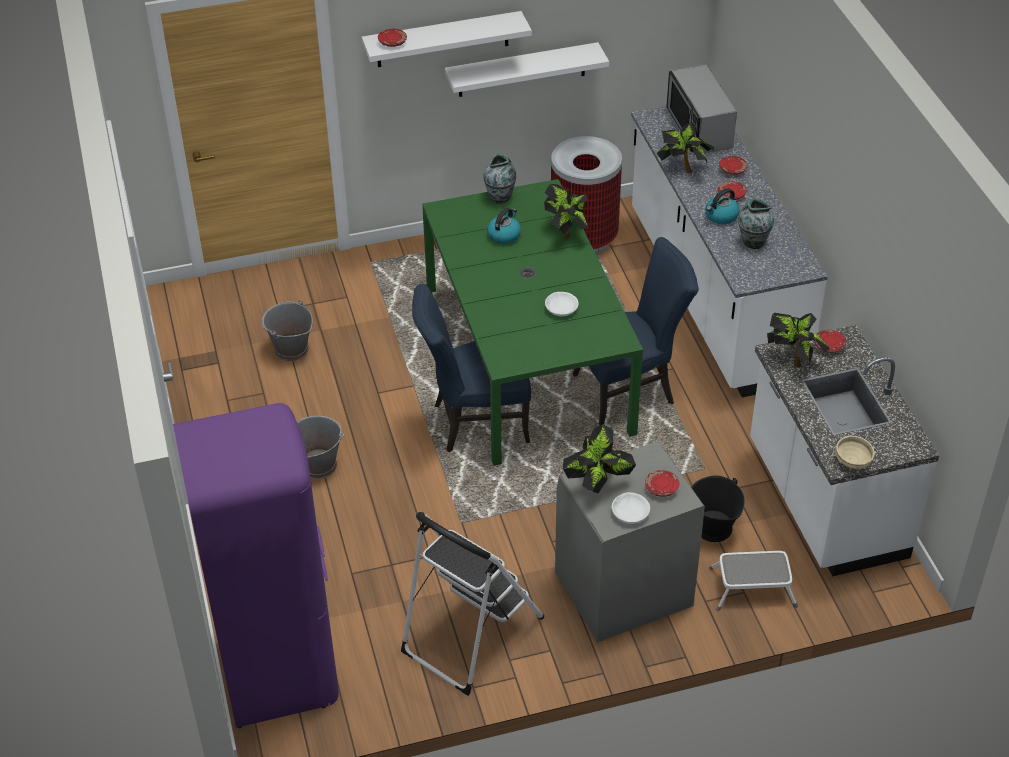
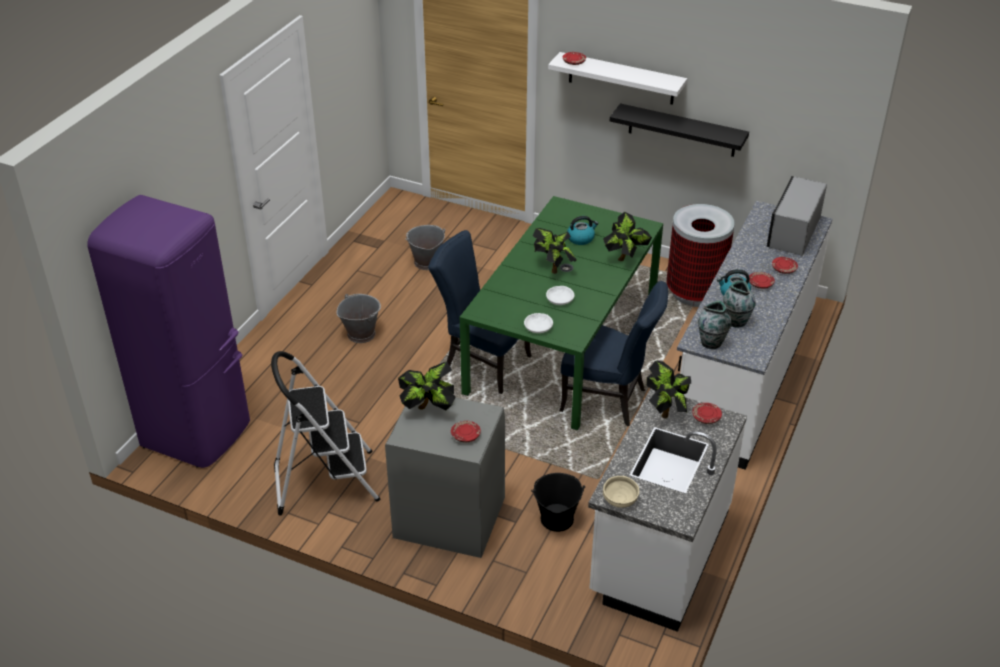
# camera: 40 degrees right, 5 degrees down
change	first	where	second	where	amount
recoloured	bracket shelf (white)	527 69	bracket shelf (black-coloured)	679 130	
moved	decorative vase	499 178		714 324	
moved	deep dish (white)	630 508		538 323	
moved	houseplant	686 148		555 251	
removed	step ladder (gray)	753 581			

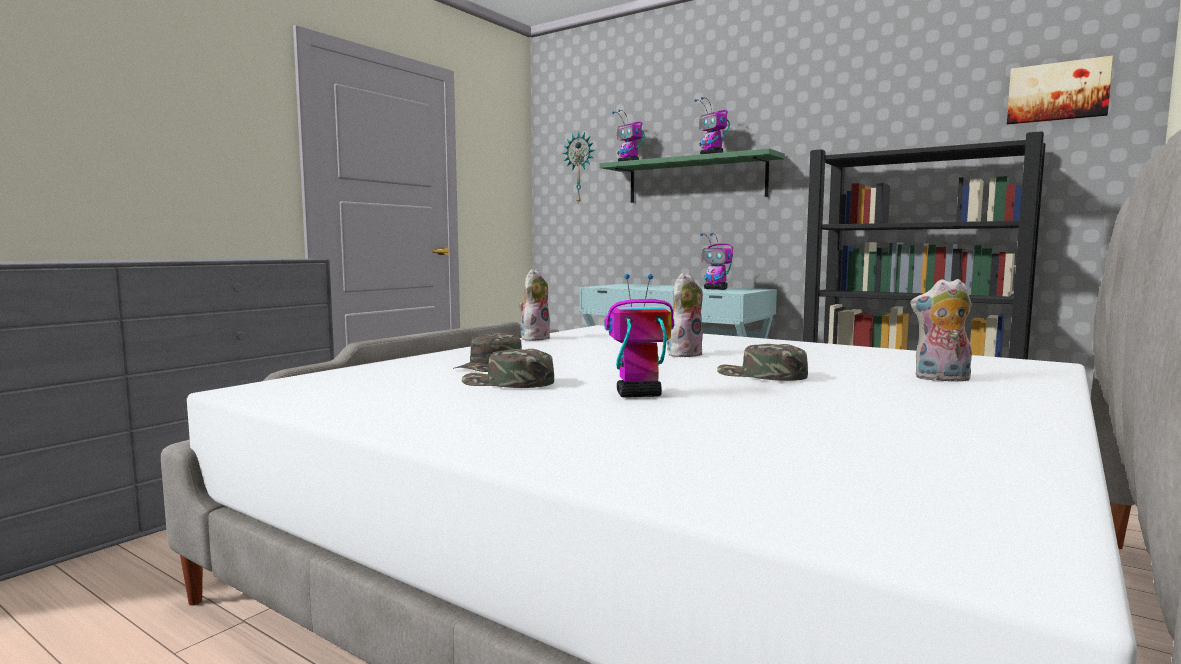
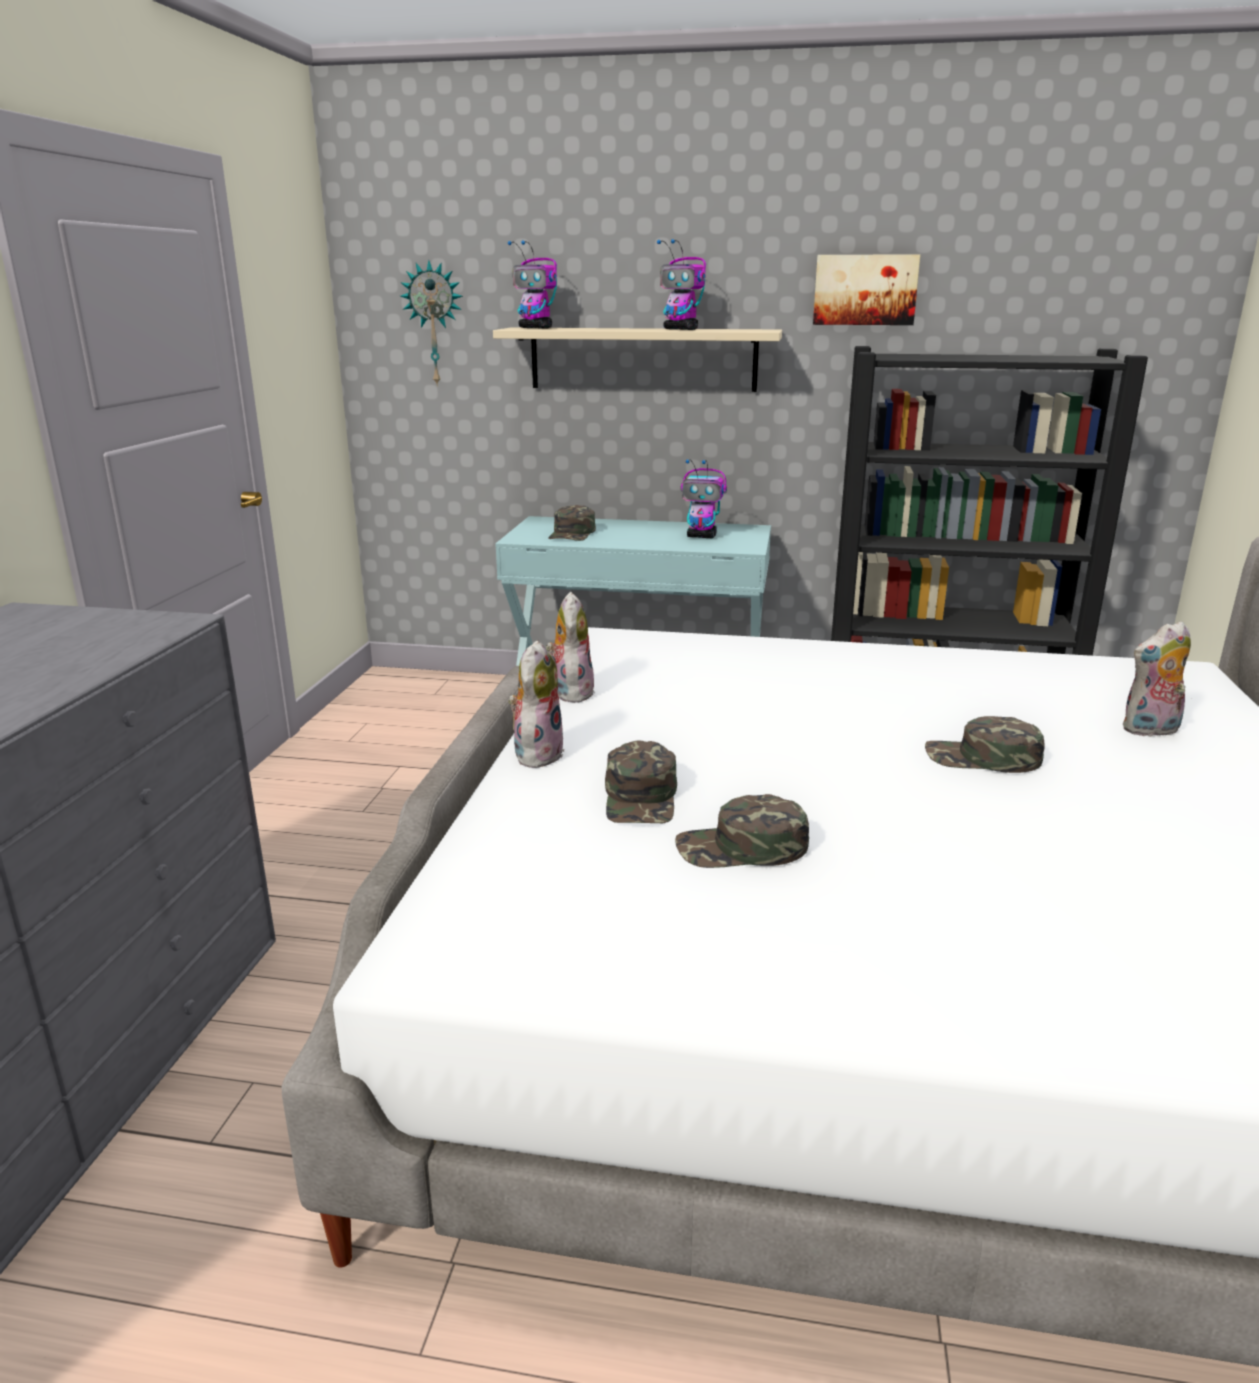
# camera: 25 degrees left, 15 degrees up
change	first	where	second	where	amount
recoloured	bracket shelf (greenish)	692 175	bracket shelf (sand-coloured)	637 359	
removed	robot figure	639 335			
moved	plush toy	685 315		536 704	
moved	wall picture	1060 90		866 289	
added			baseball cap (greenish)	572 523	

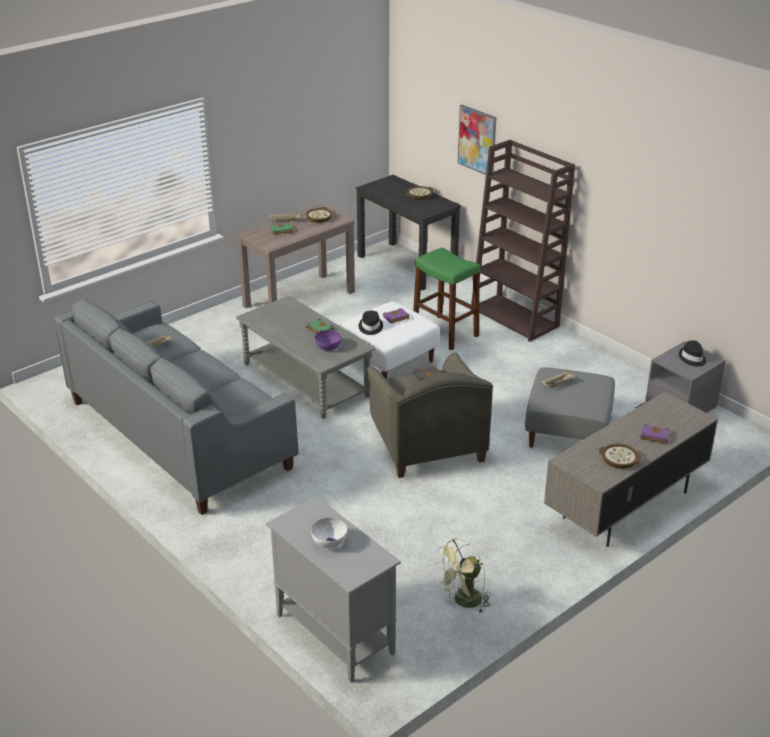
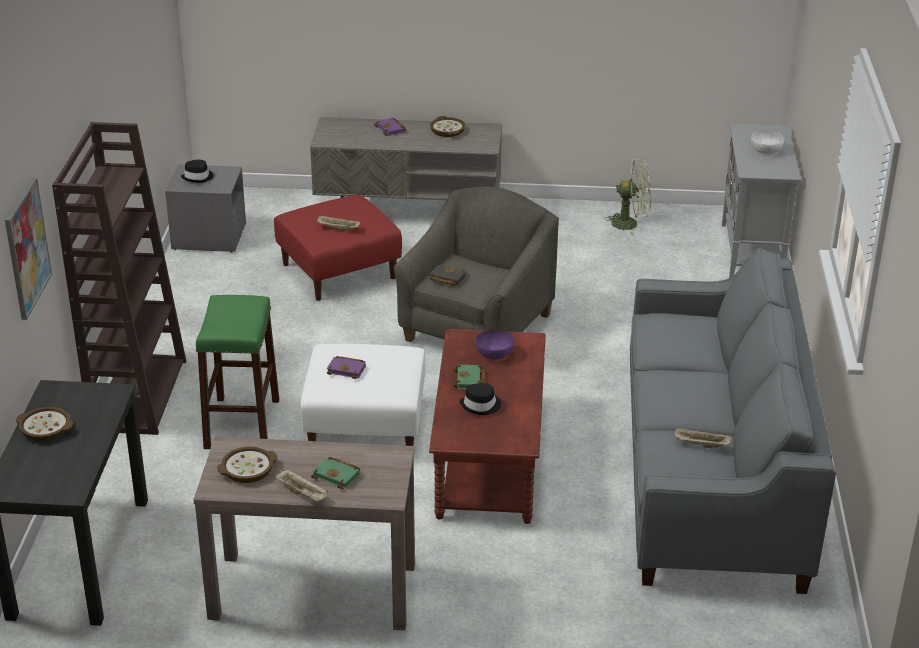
# camera: 135 degrees left, 0 degrees up
change	first	where	second	where	amount
recoloured	lounge table (gray)	306 357	lounge table (brownish)	487 426	
moved	wearable hat (black-coloured)	371 323		480 399	
recoloured	ottoman (gray)	570 408	ottoman (red-coloured)	338 248	

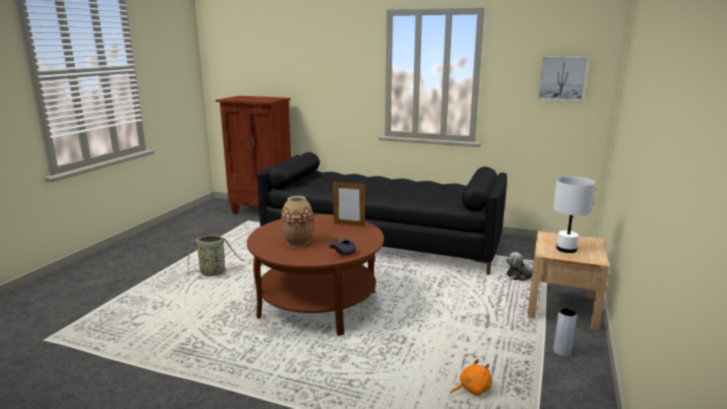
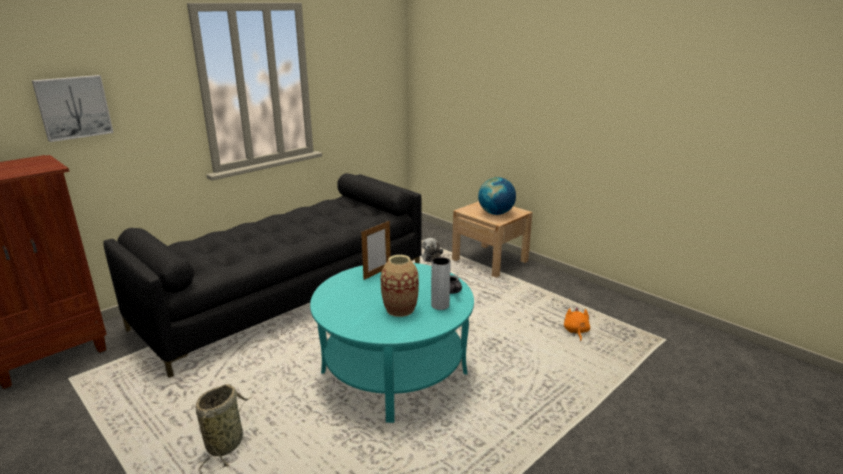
# camera: 65 degrees left, 5 degrees up
change	first	where	second	where	amount
recoloured	lounge table (brownish)	315 275	lounge table (turquoise-coloured)	392 343	
moved	wall picture	563 78		72 108	
replaced	tabletop lamp (white)	574 214	desk globe	497 196	
moved	decorative vase (gray)	565 332		441 283	

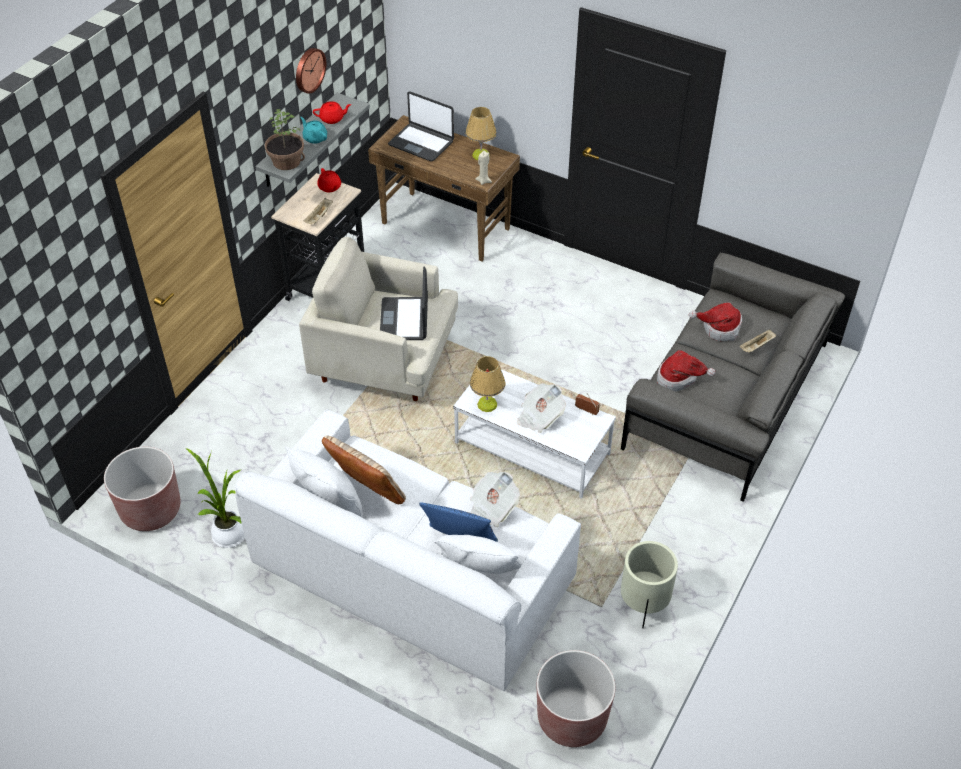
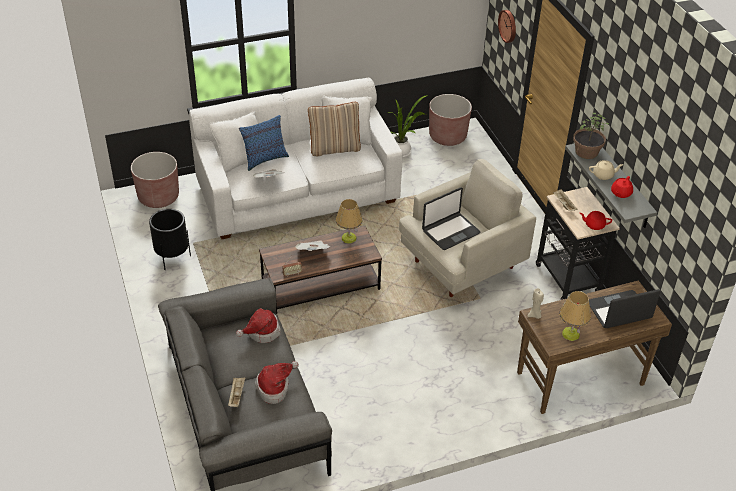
# camera: 130 degrees right, 5 degrees down
change	first	where	second	where	amount
moved	wall clock	311 71		507 26	
recoloured	pot for tea (turquoise-coloured)	313 130	pot for tea (sand-coloured)	606 170	
turned	portable computer	404 303		451 218	105 degrees clockwise
recoloured	lounge table (white)	534 434	lounge table (brownish)	320 270	
recoloured	planter (sand-coloured)	649 584	planter (black-coloured)	170 239	

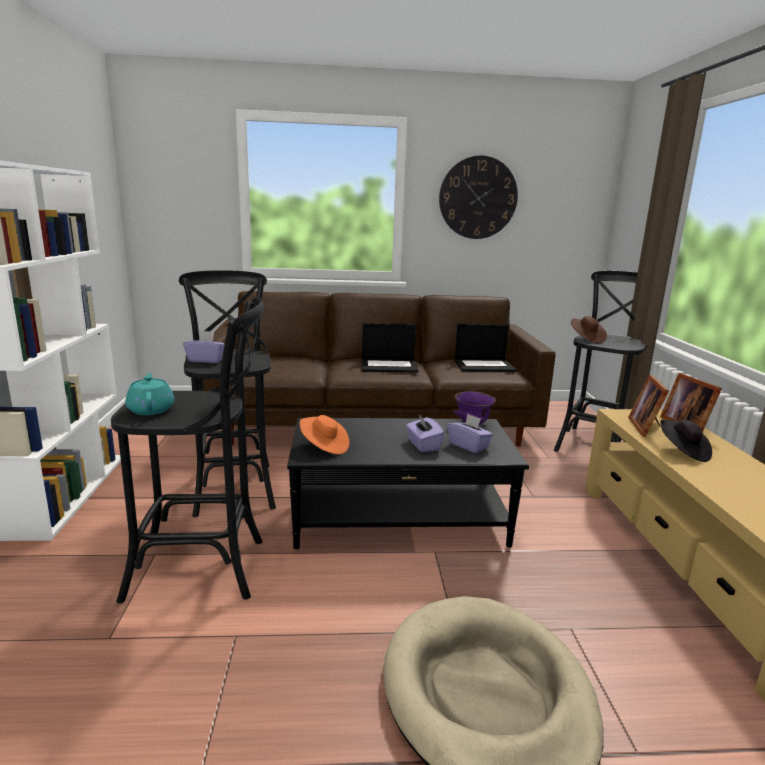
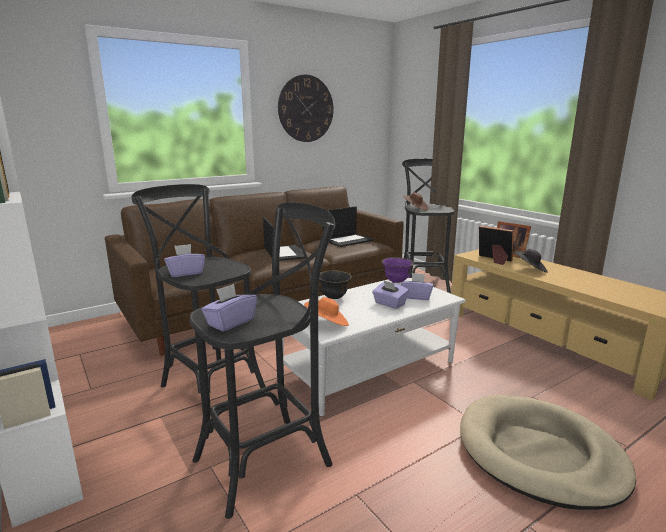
# camera: 30 degrees left, 0 degrees up
change	first	where	second	where	amount
replaced	pot for tea (turquoise-coloured)	149 394	tissue holder (purple-coloured)	229 307	
recoloured	lounge table (black-coloured)	408 484	lounge table (white)	374 347	
turned	portable computer	390 348		284 239	75 degrees counterclockwise
turned	standing frame	648 406		496 245	150 degrees clockwise
added			deep dish (black-coloured)	335 285	

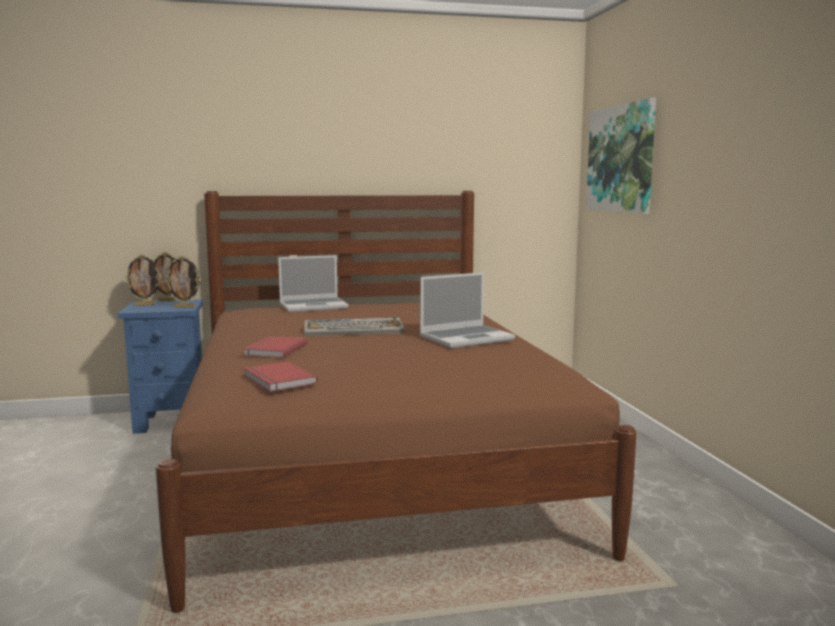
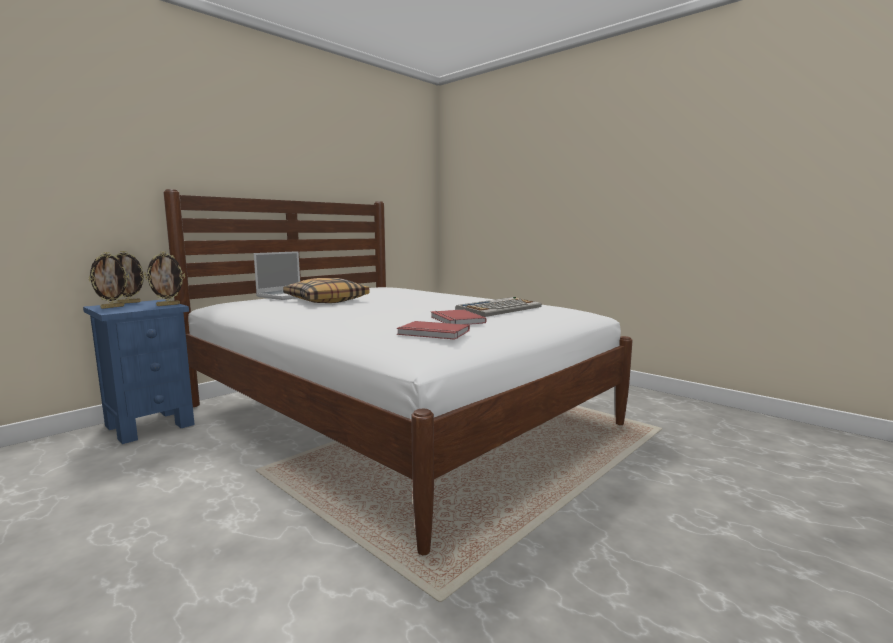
# camera: 35 degrees left, 0 degrees up
change	first	where	second	where	amount
recoloured	bedroom bed (brownish)	396 402	bedroom bed (white)	398 372	
moved	book (red-coloured)	275 347		459 317	
moved	PC keyboard	354 326		498 307	
removed	portable computer	467 310			
removed	wall picture	621 156			
added			throw pillow	326 290	

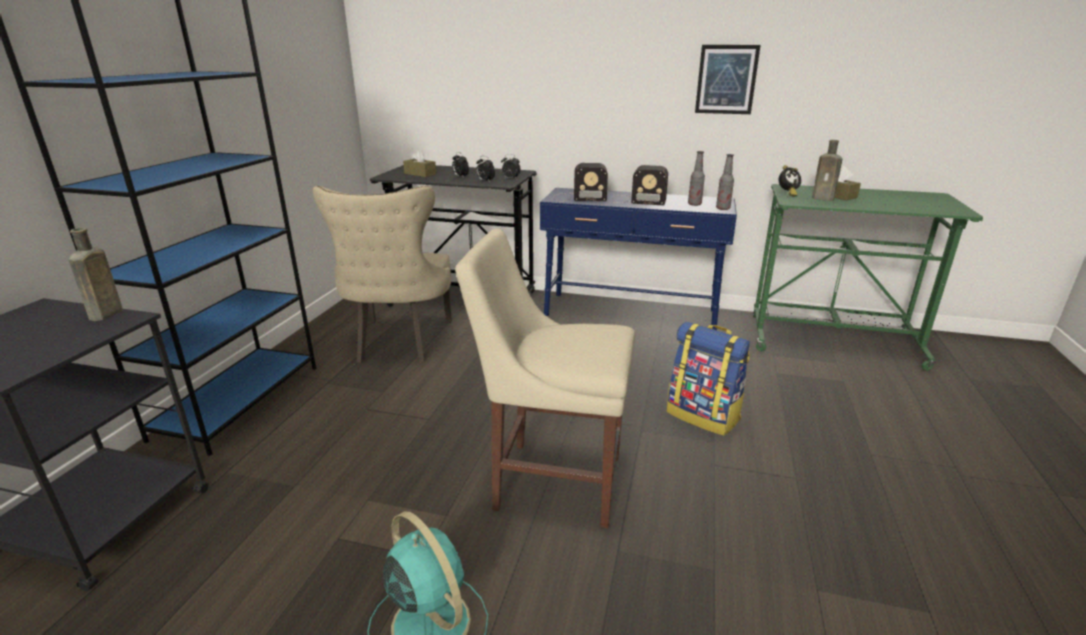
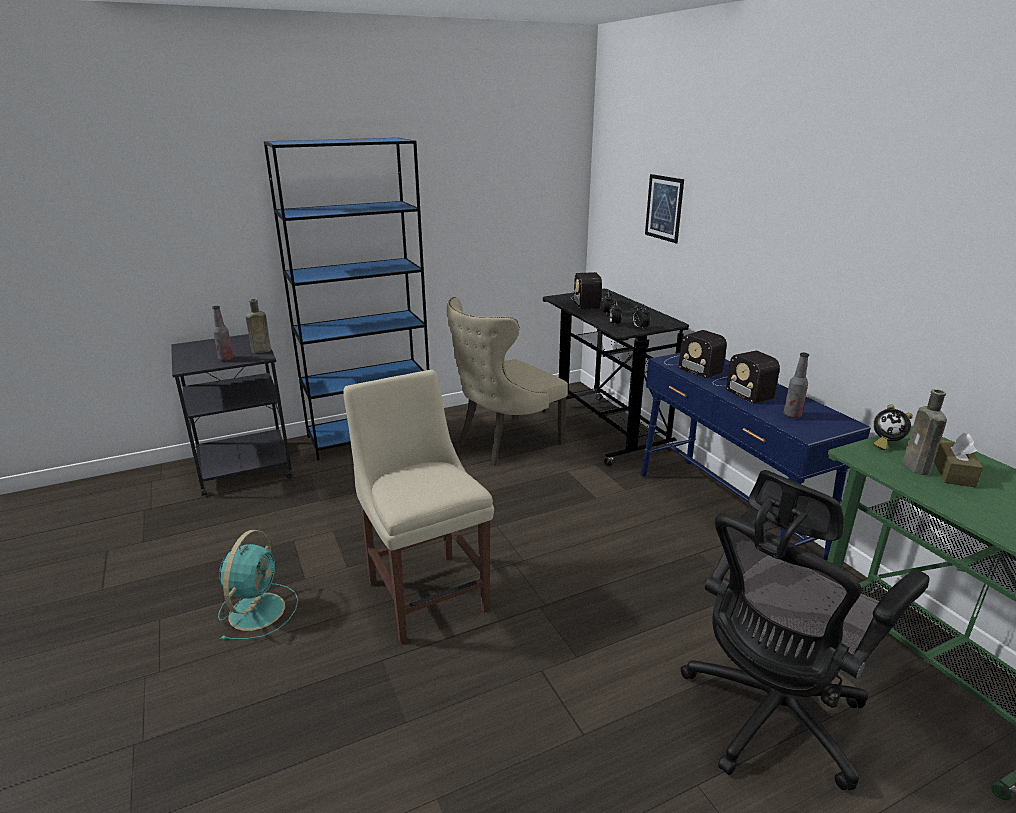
# camera: 50 degrees right, 0 degrees up
change	first	where	second	where	amount
replaced	tissue holder (brownish)	419 163	radio receiver	587 291	
removed	backpack	708 379			
moved	wall picture	728 79		664 208	
moved	bottle	725 182		223 333	
added			office chair	805 630	

